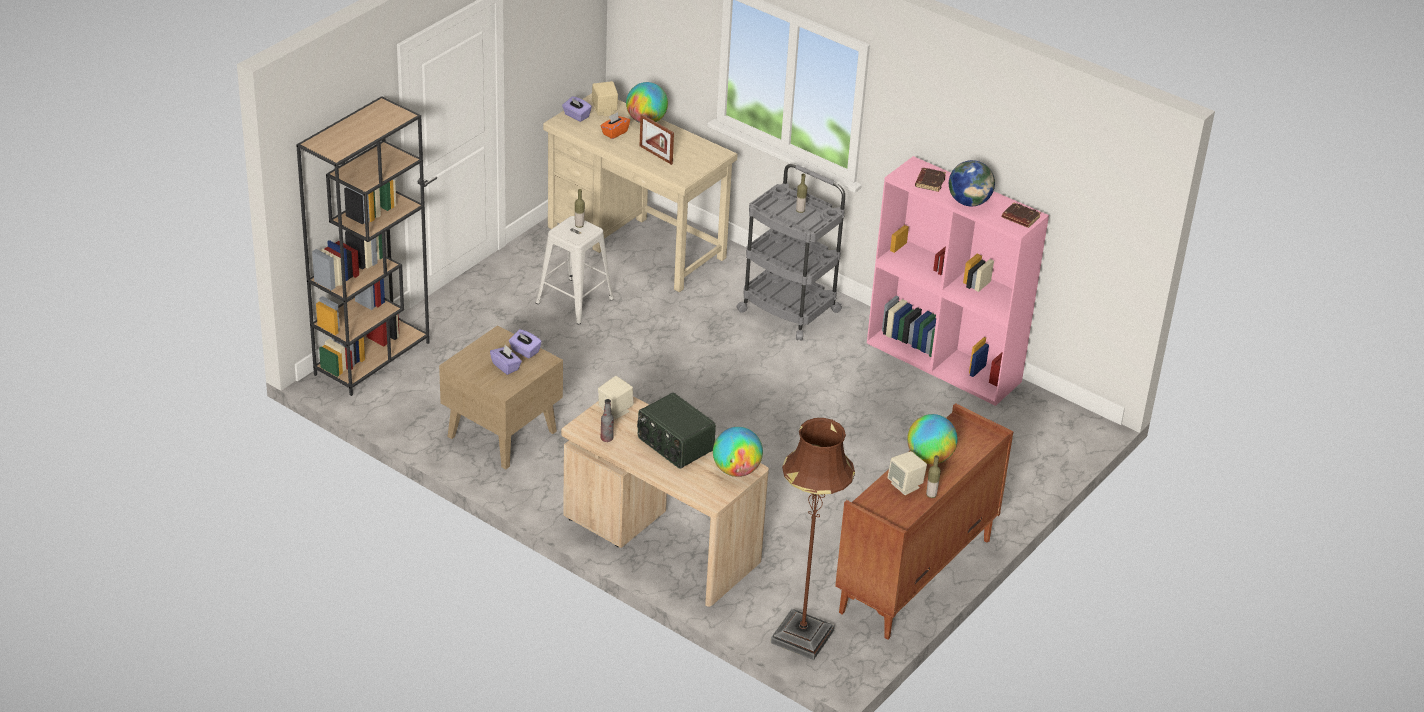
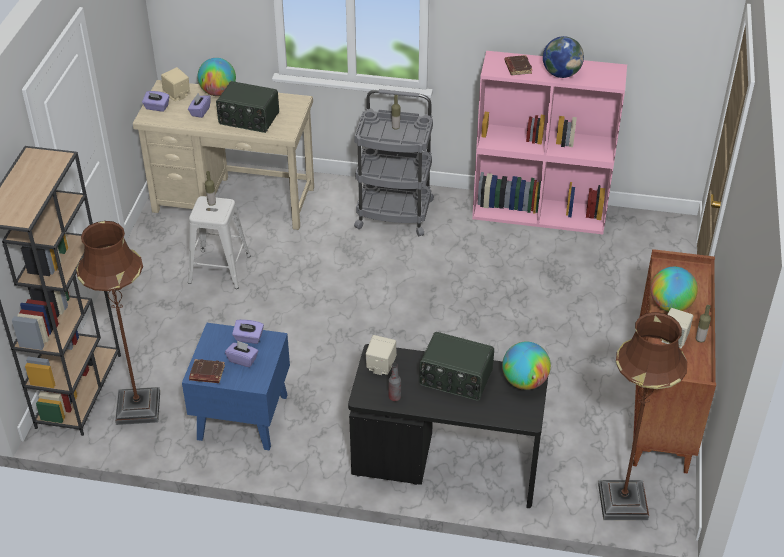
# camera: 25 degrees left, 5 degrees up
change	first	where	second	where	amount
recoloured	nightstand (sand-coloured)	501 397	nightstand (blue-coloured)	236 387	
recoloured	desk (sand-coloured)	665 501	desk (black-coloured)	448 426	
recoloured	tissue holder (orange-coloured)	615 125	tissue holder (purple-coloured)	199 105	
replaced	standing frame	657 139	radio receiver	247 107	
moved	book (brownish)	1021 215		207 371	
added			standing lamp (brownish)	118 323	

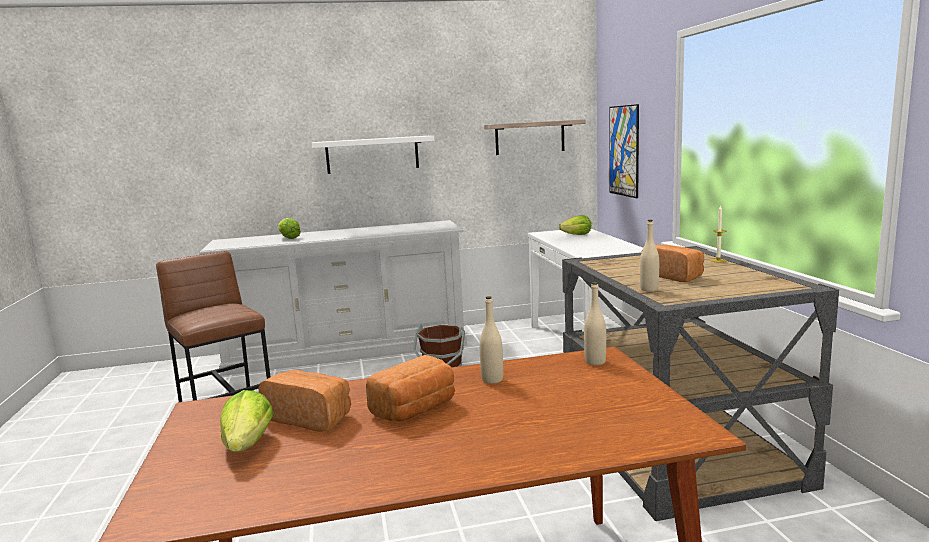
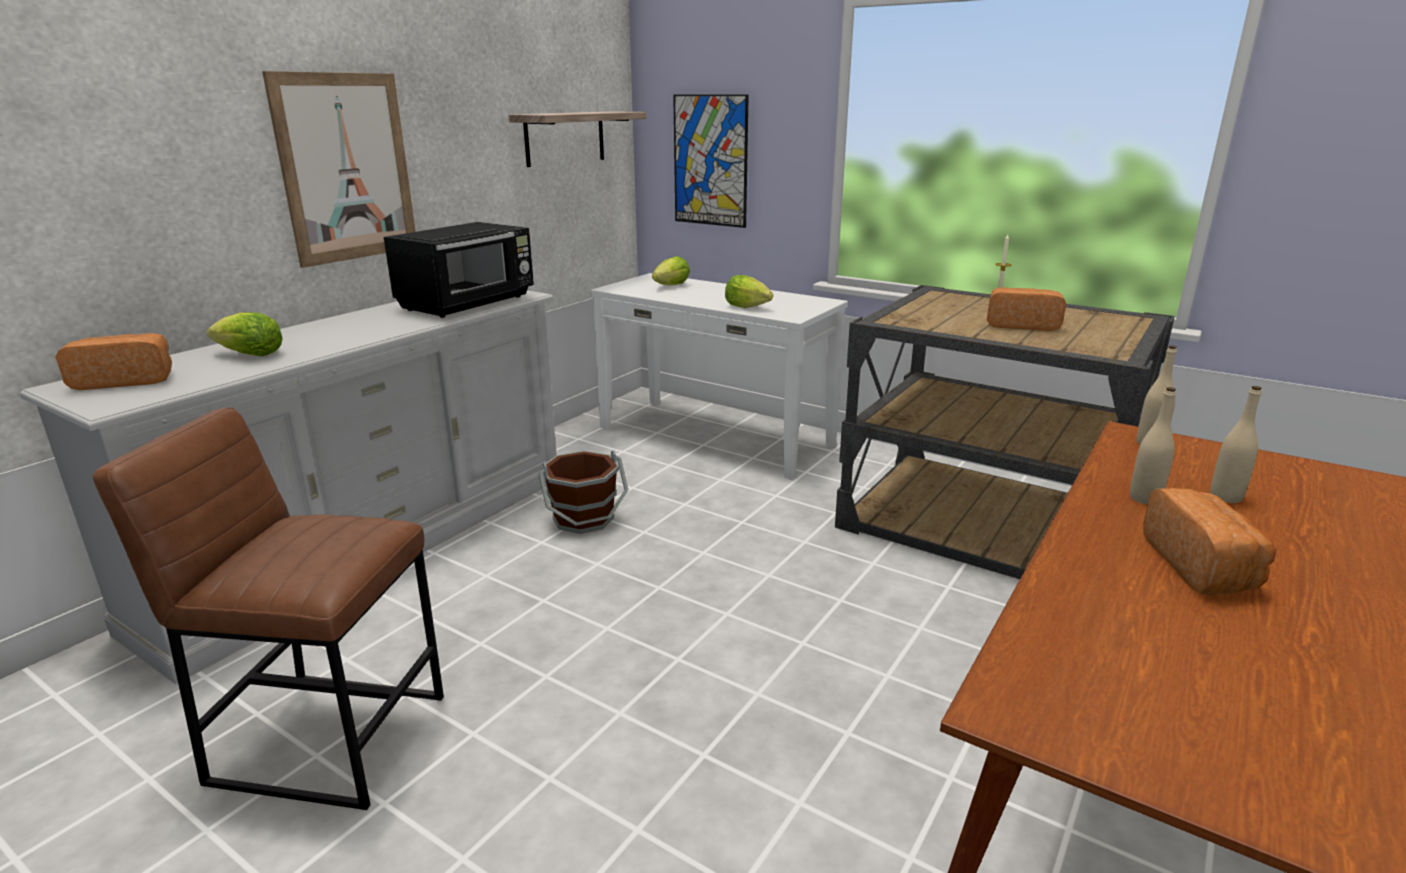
# camera: 45 degrees left, 10 degrees up
change	first	where	second	where	amount
moved	lettuce head	247 421		749 291	
moved	bread	304 401		113 361	
replaced	bracket shelf (white)	372 155	wall picture	339 169	
moved	bottle (sand-coloured)	649 256		1236 444	
added			kitchen microwave (black-coloured)	459 270	

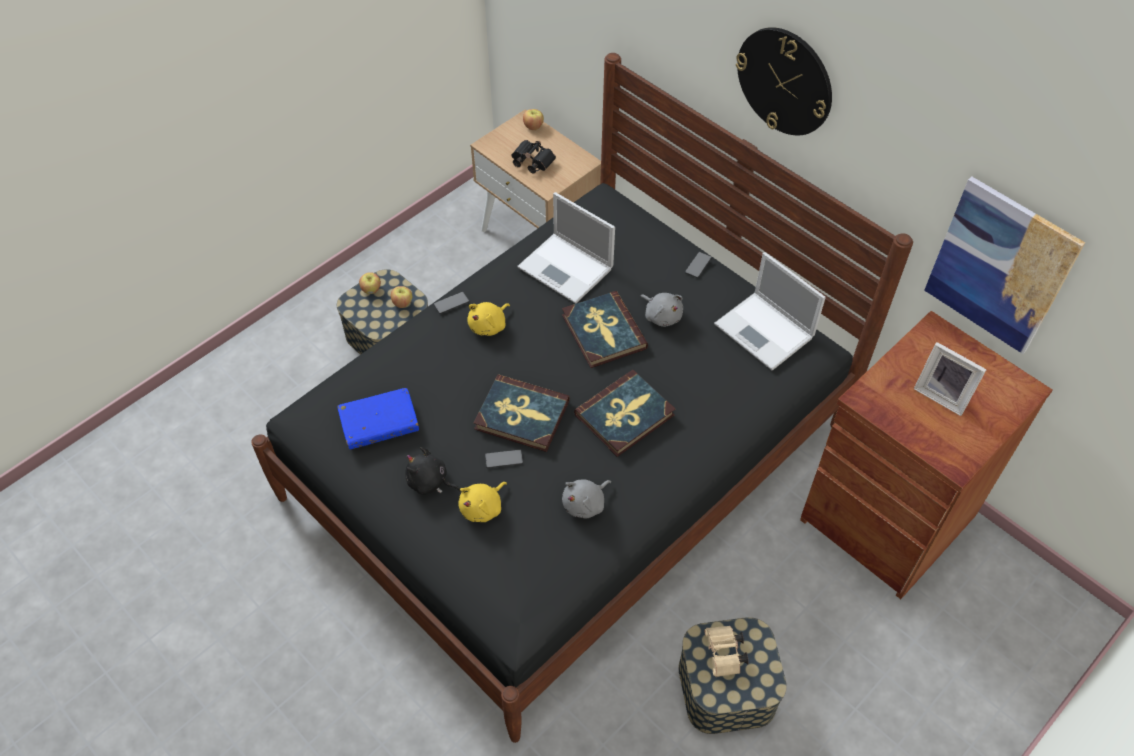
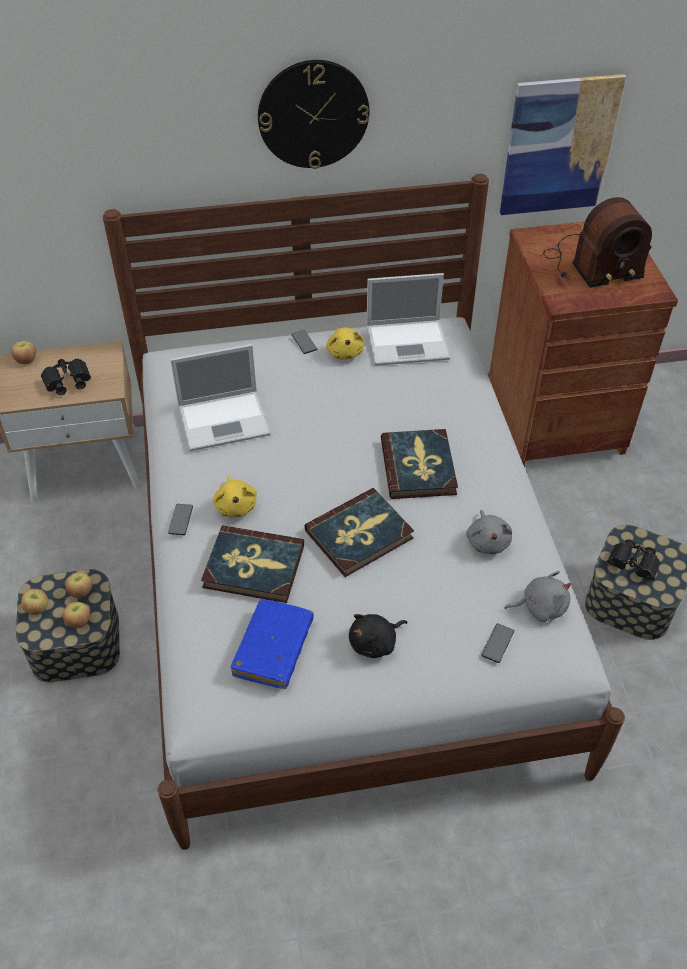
# camera: 55 degrees left, 5 degrees down
change	first	where	second	where	amount
recoloured	bedroom bed (black-coloured)	582 398	bedroom bed (white)	364 512	
moved	plush toy (yellow-coloured)	483 502		345 343	
moved	handset	504 459		498 643	
moved	book	605 329		252 564	
moved	plush toy (gray)	662 310		538 596	
recoloured	pair of binoculars (sand-coloured)	726 651	pair of binoculars (black-coloured)	633 560	
replaced	standing frame	950 379	radio receiver	597 242	
added			whole apple	76 615	

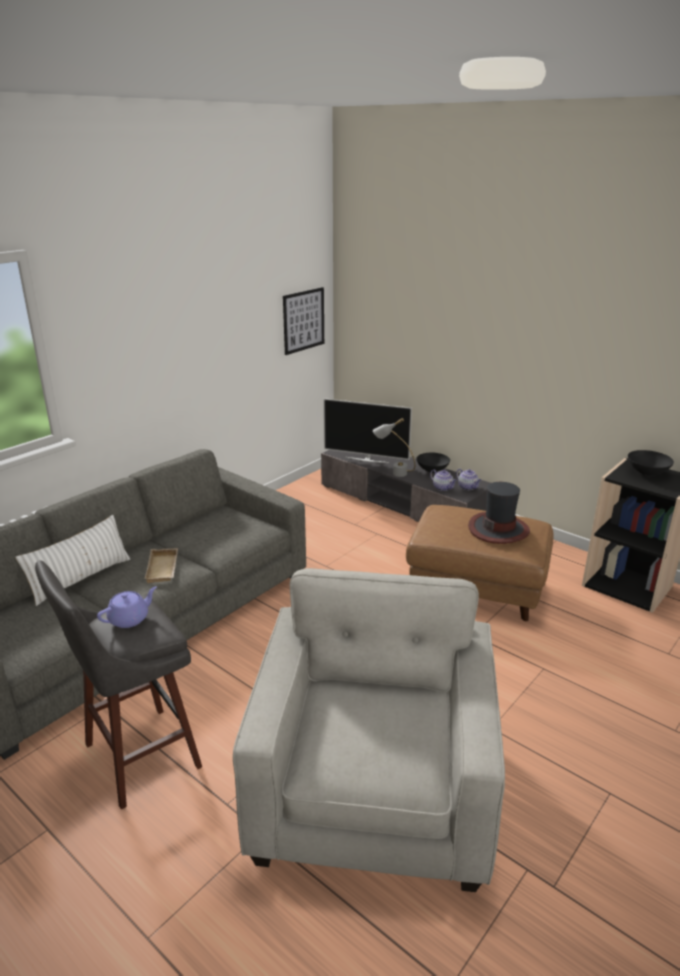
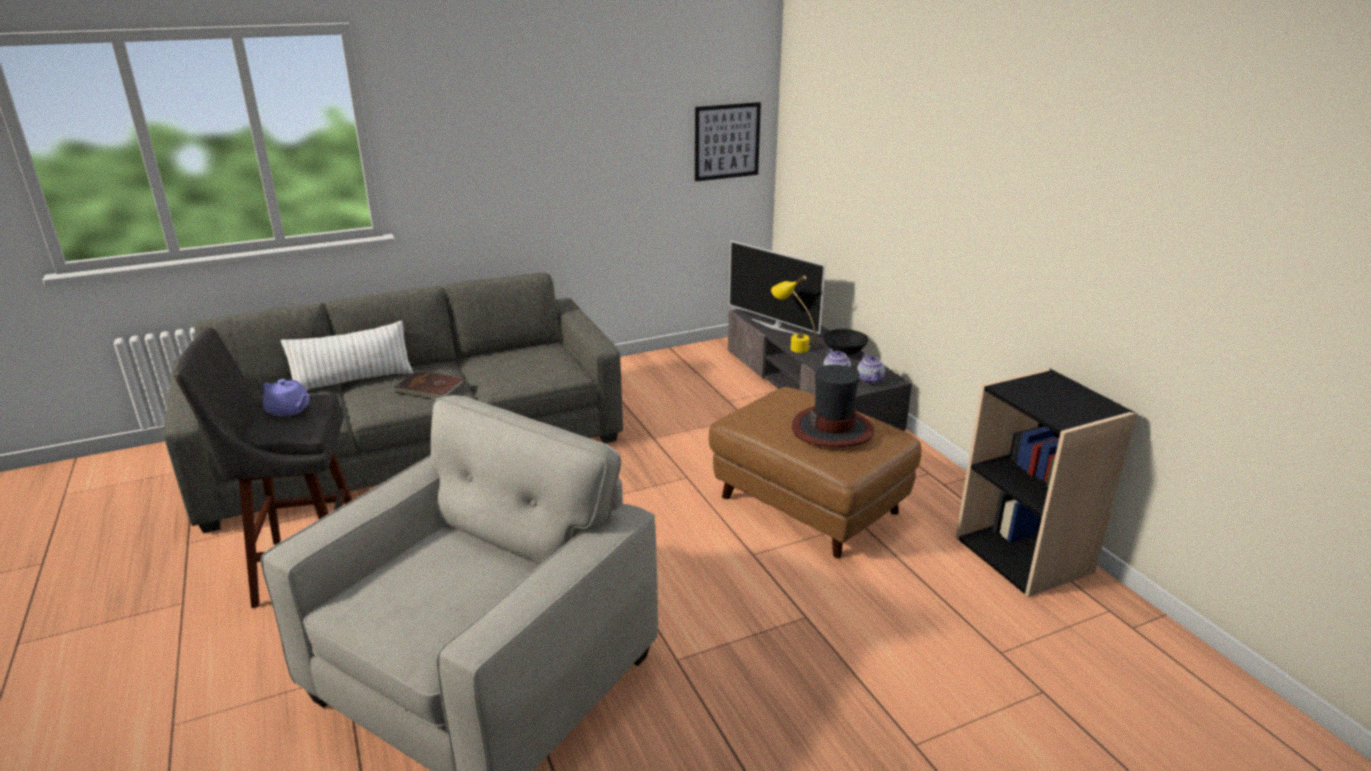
# camera: 25 degrees right, 0 degrees up
change	first	where	second	where	amount
turned	pot for tea (purple-coloured)	127 607		286 398	45 degrees clockwise
replaced	carrying tray (sand-coloured)	161 565	book (brownish)	429 384	
recoloured	tabletop lamp (gray)	394 447	tabletop lamp (yellow-coloured)	793 314	
removed	deep dish (black-coloured)	651 463			

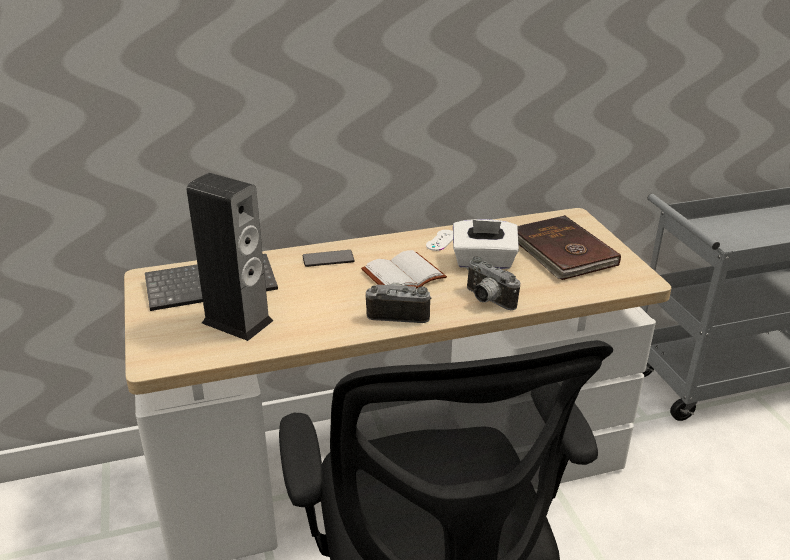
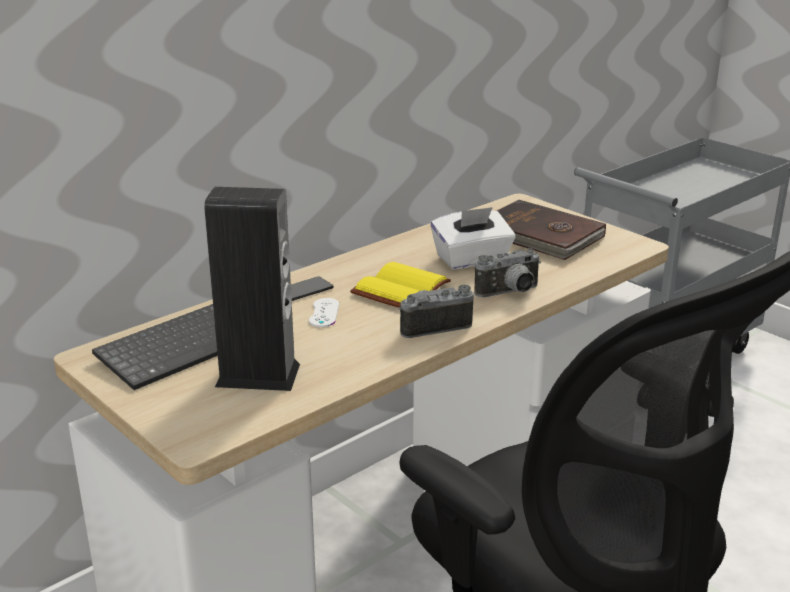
# camera: 25 degrees left, 5 degrees down
change	first	where	second	where	amount
recoloured	book (white)	404 269	book (yellow-coloured)	400 284	
moved	gamepad (white)	439 240		324 312	
turned	photo camera	493 283		508 272	45 degrees counterclockwise

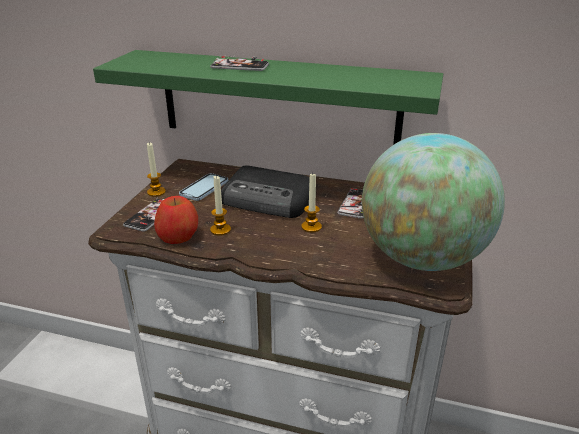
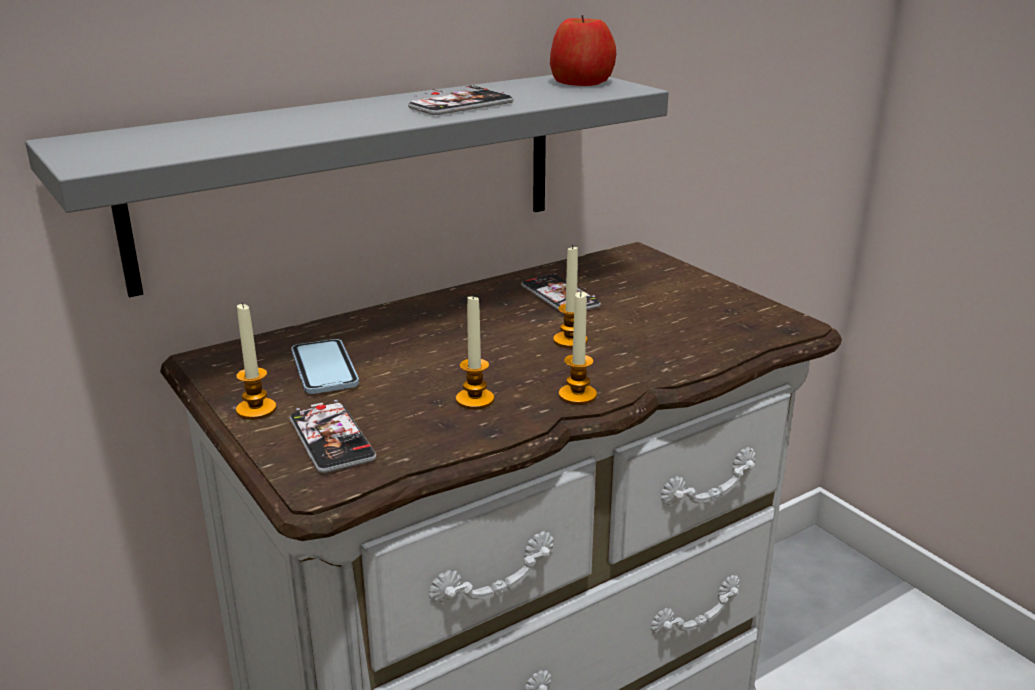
# camera: 50 degrees left, 5 degrees down
change	first	where	second	where	amount
recoloured	bracket shelf (greenish)	268 97	bracket shelf (gray)	347 186	
moved	whole apple	176 220		583 50	
moved	handset	239 63		461 100	
removed	radio receiver	265 191			
removed	desk globe	433 202			
added			candle	578 348	

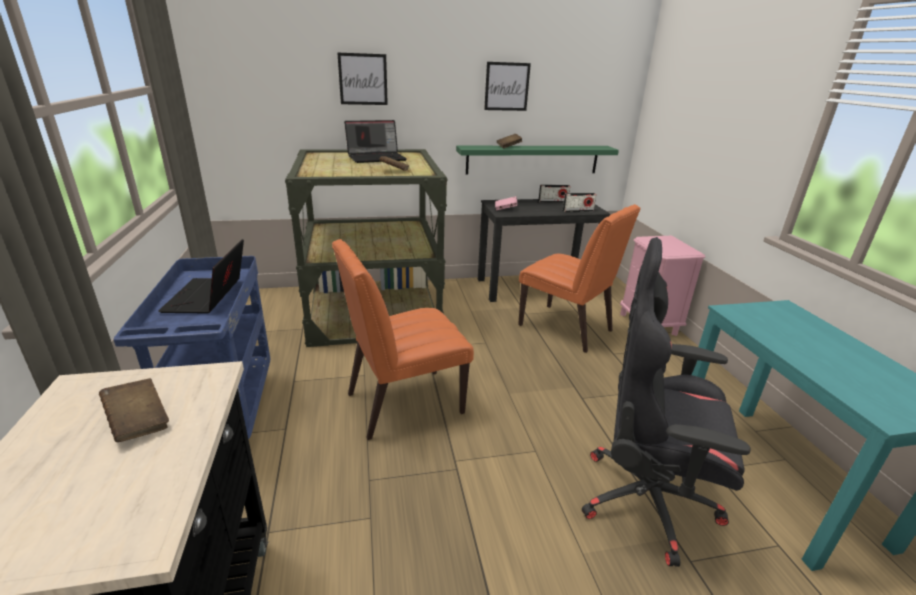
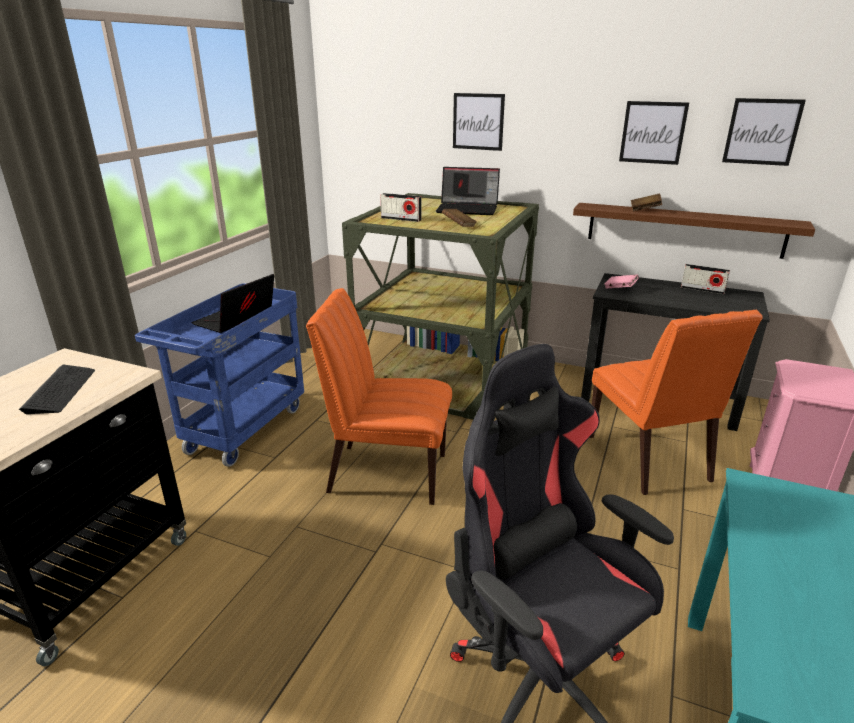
# camera: 35 degrees right, 0 degrees up
change	first	where	second	where	amount
replaced	book (brownish)	134 410	PC keyboard	57 389	
recoloured	bracket shelf (greenish)	537 160	bracket shelf (brownish)	694 231	
moved	radio receiver	580 202		400 207	
added			wall picture	764 132	

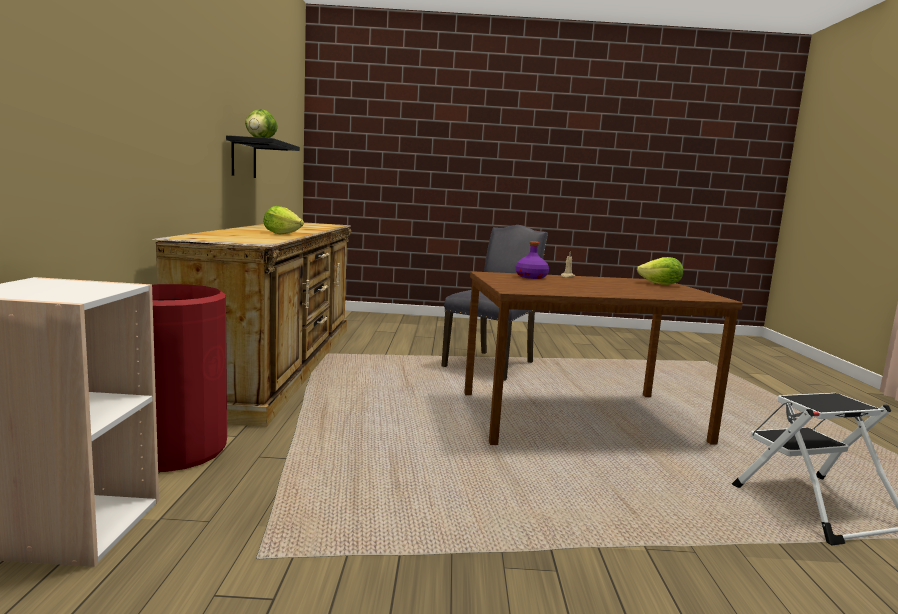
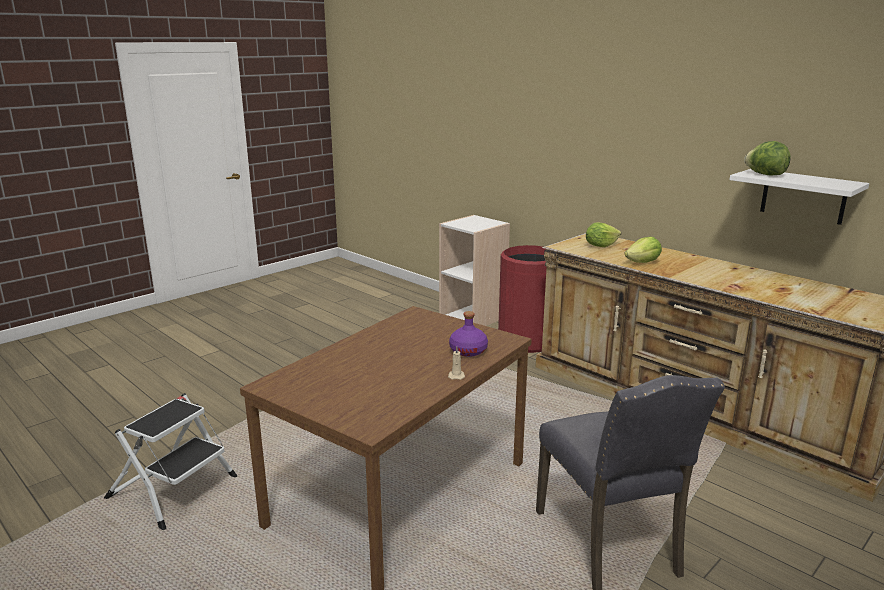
# camera: 135 degrees right, 10 degrees up
change	first	where	second	where	amount
recoloured	bracket shelf (black-coloured)	263 156	bracket shelf (white)	799 197	
moved	lettuce head	660 271		603 234	

